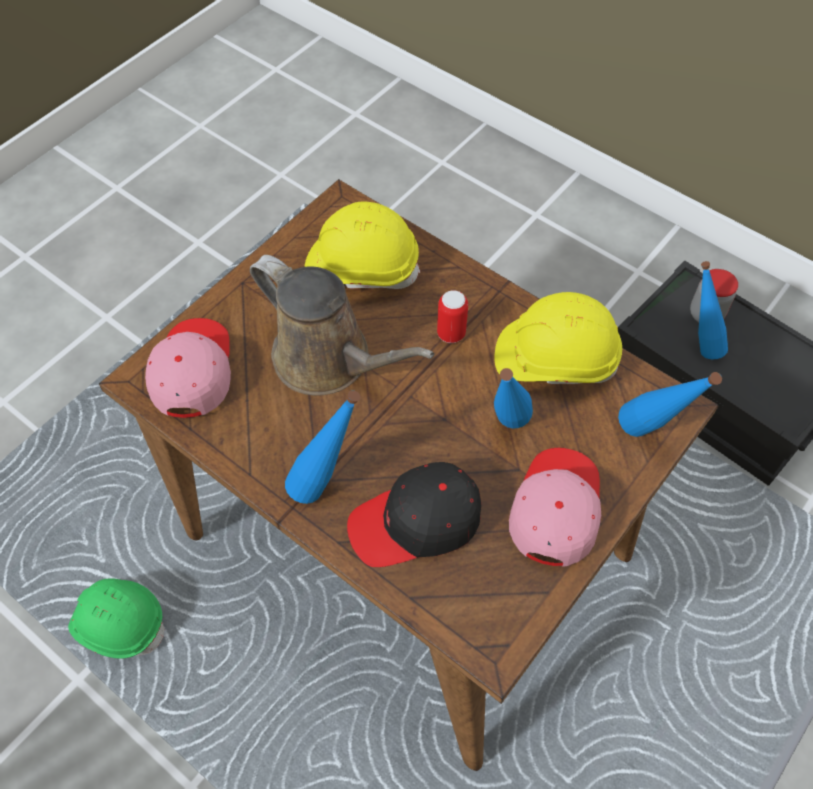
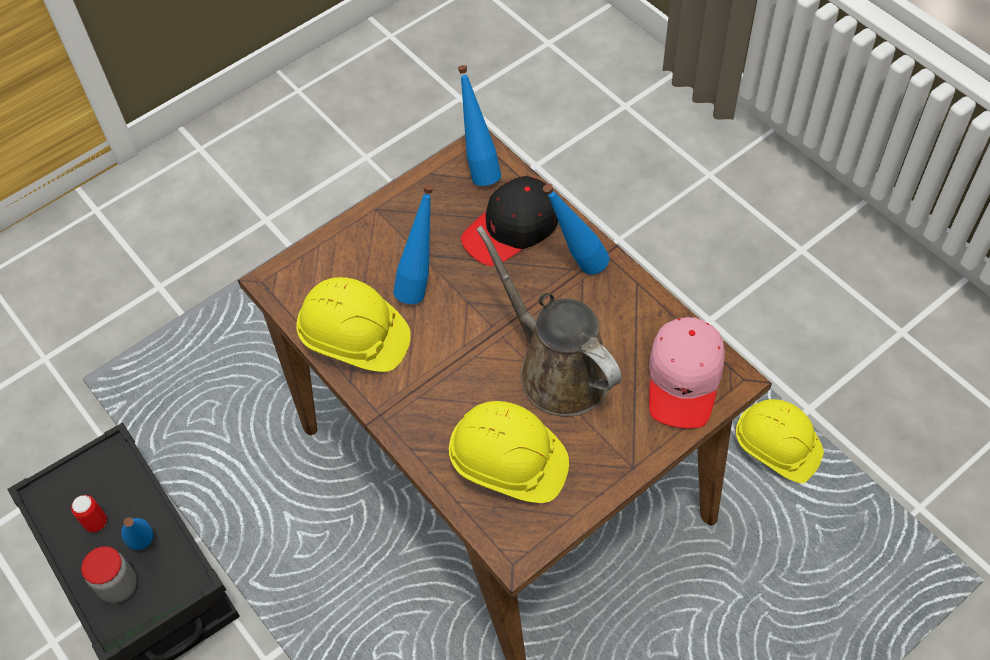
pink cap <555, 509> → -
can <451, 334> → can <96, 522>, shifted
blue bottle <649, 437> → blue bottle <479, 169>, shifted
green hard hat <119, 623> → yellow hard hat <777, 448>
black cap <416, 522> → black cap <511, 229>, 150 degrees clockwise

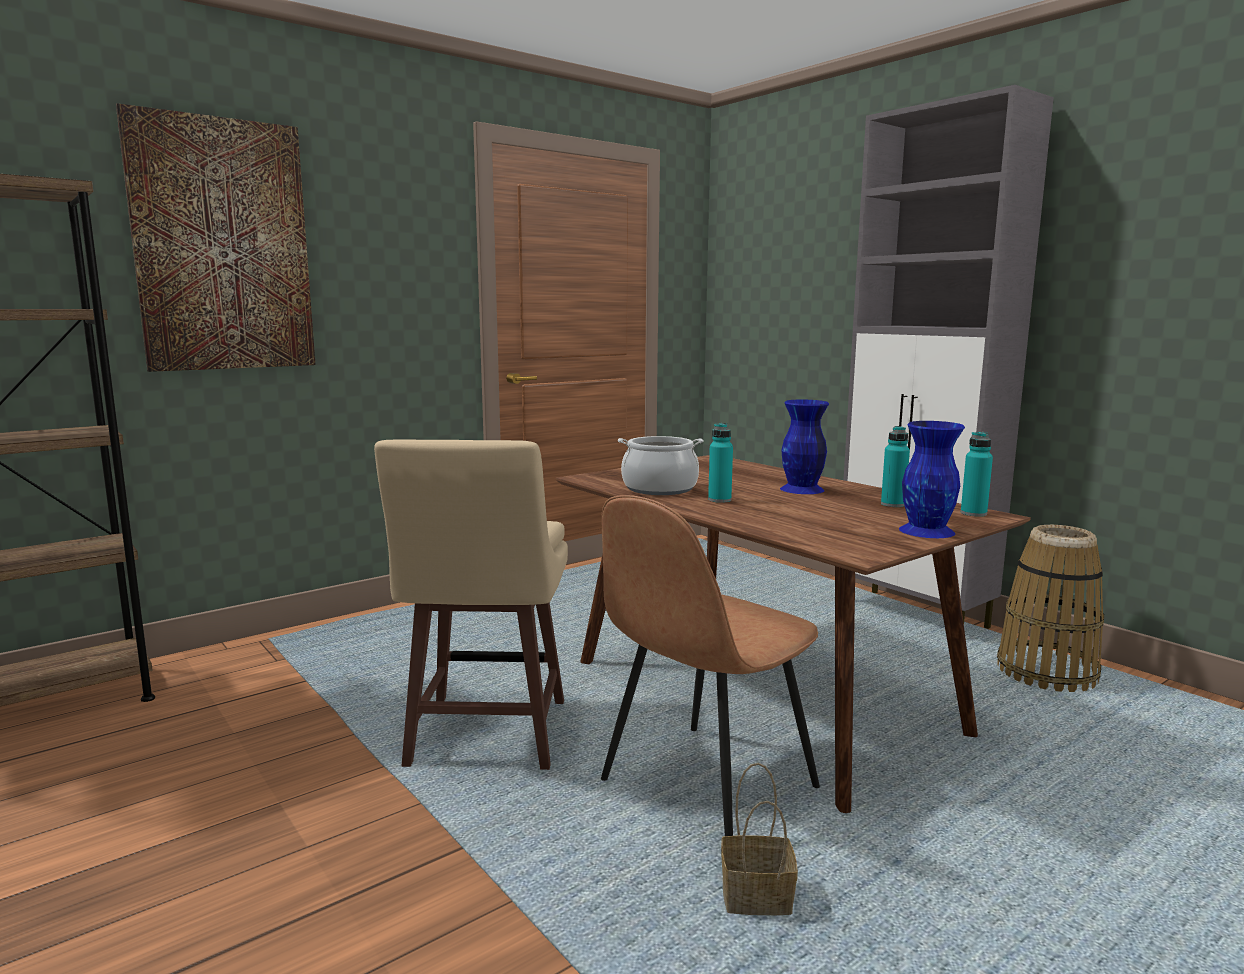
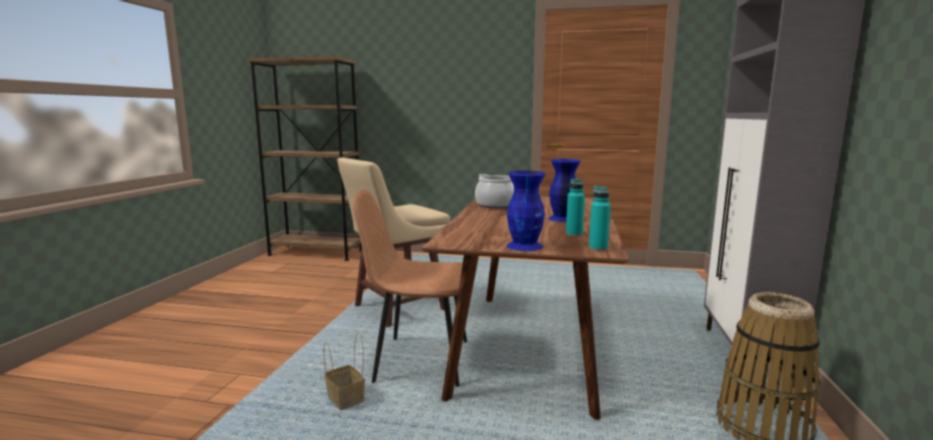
picture <223, 246> → -
turquoise bottle <719, 500> → -

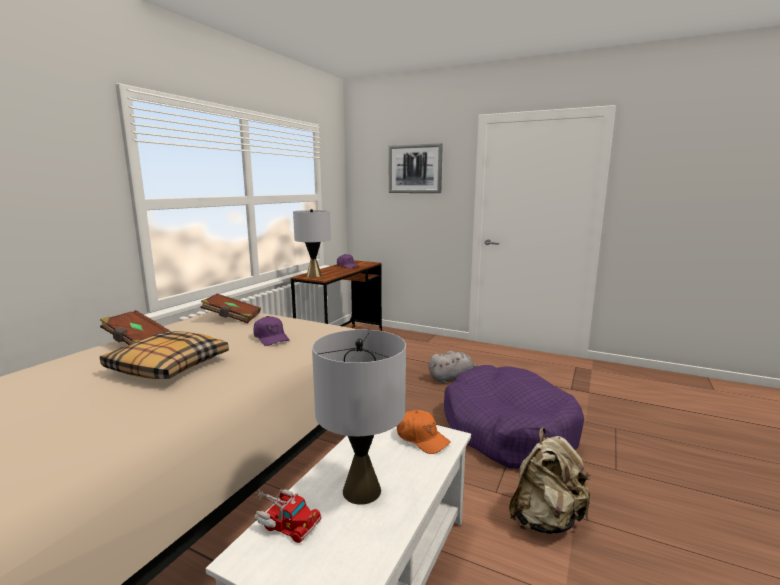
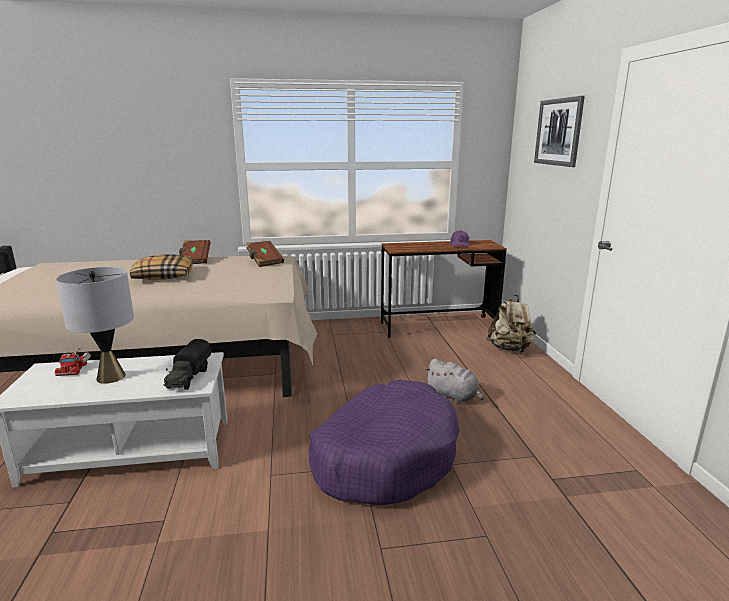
purple cap <271, 338> → -
grey table lamp <314, 275> → -
beige backpack <545, 519> → beige backpack <510, 349>, shifted
orange cap <422, 438> → toy truck <188, 377>

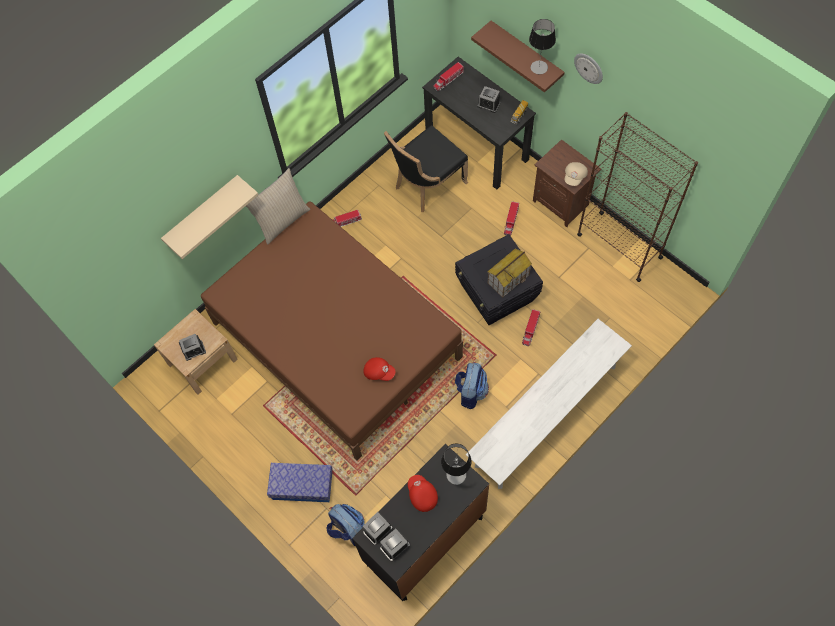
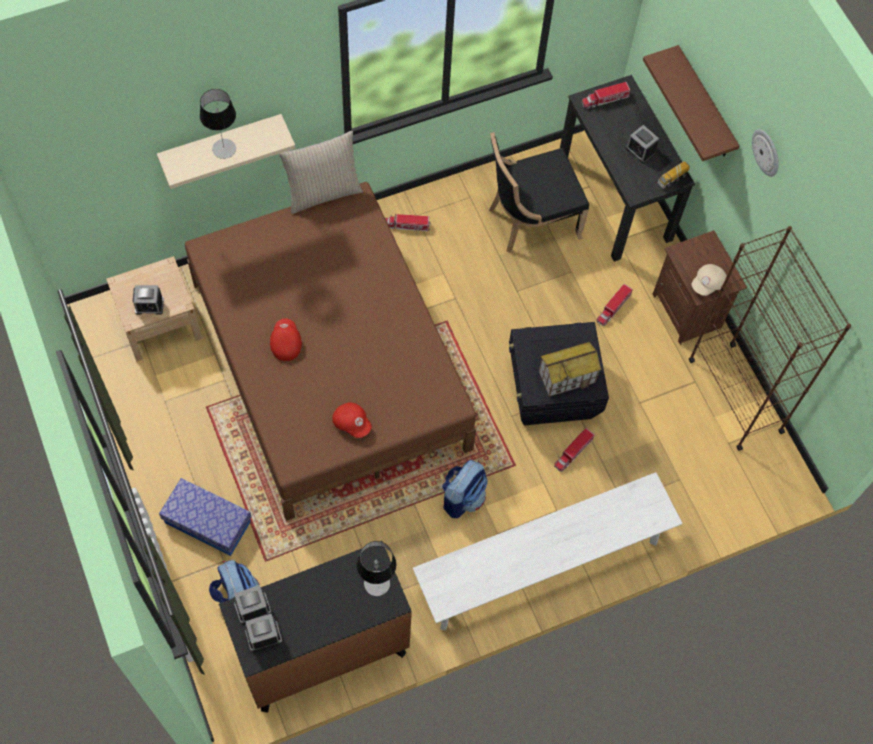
red cap <421, 495> → red cap <285, 343>, shifted
table lamp <539, 67> → table lamp <224, 148>, shifted

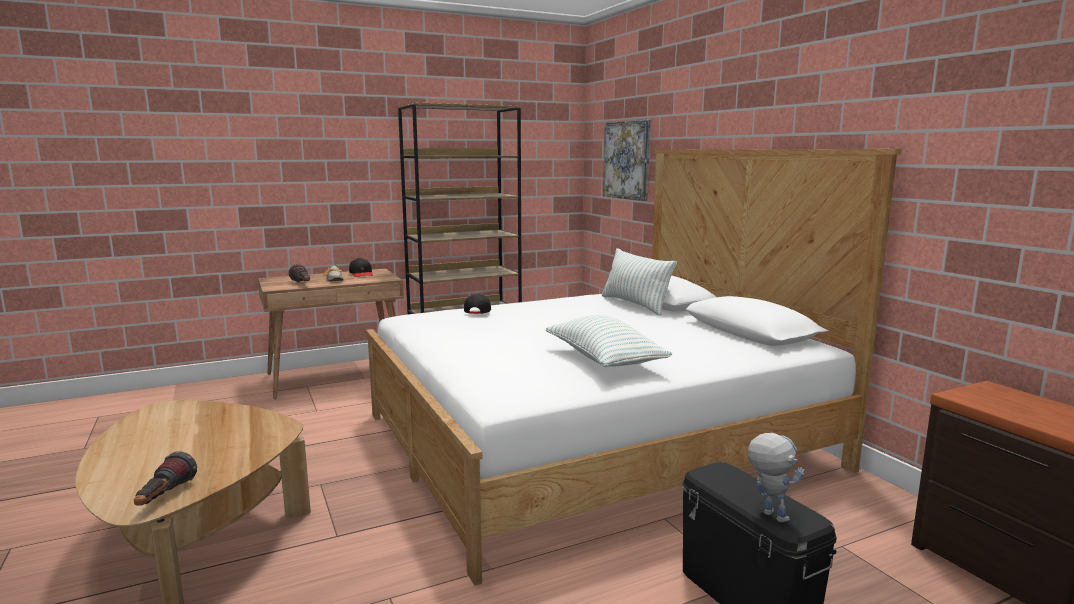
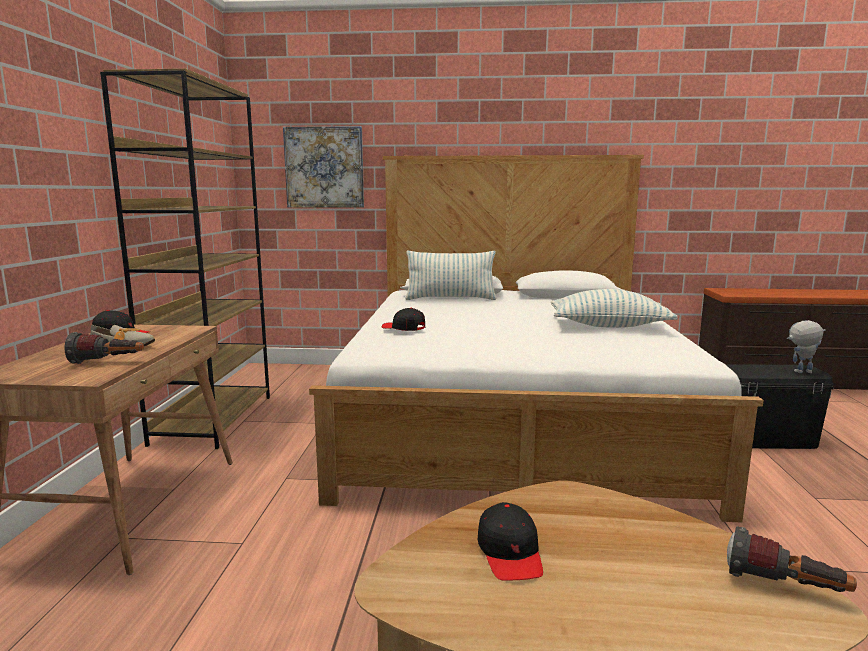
- → black cap <510, 553>

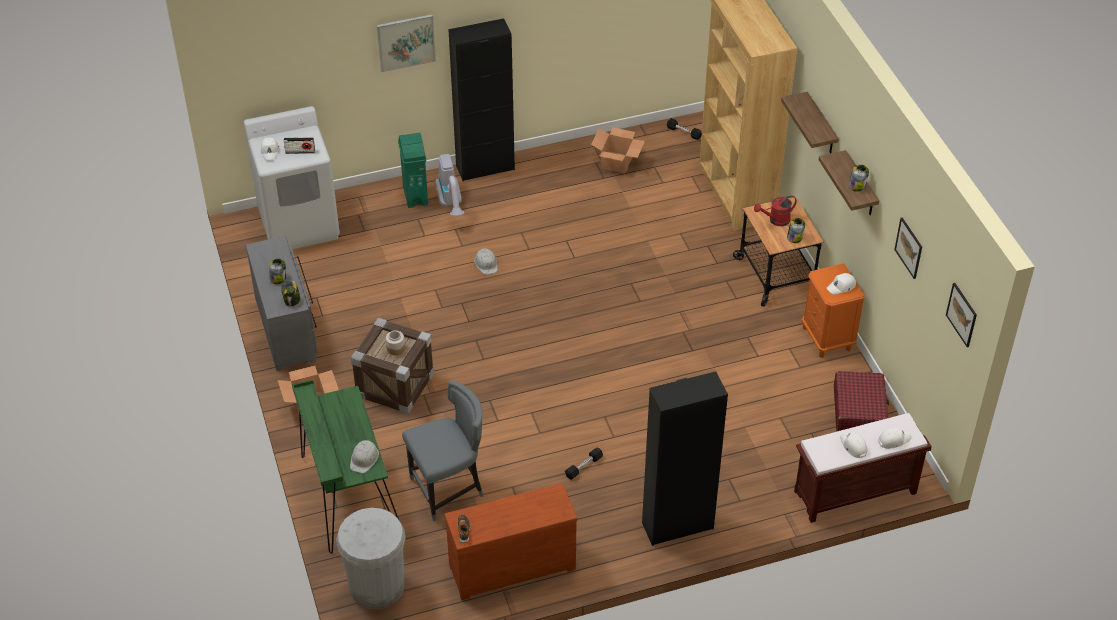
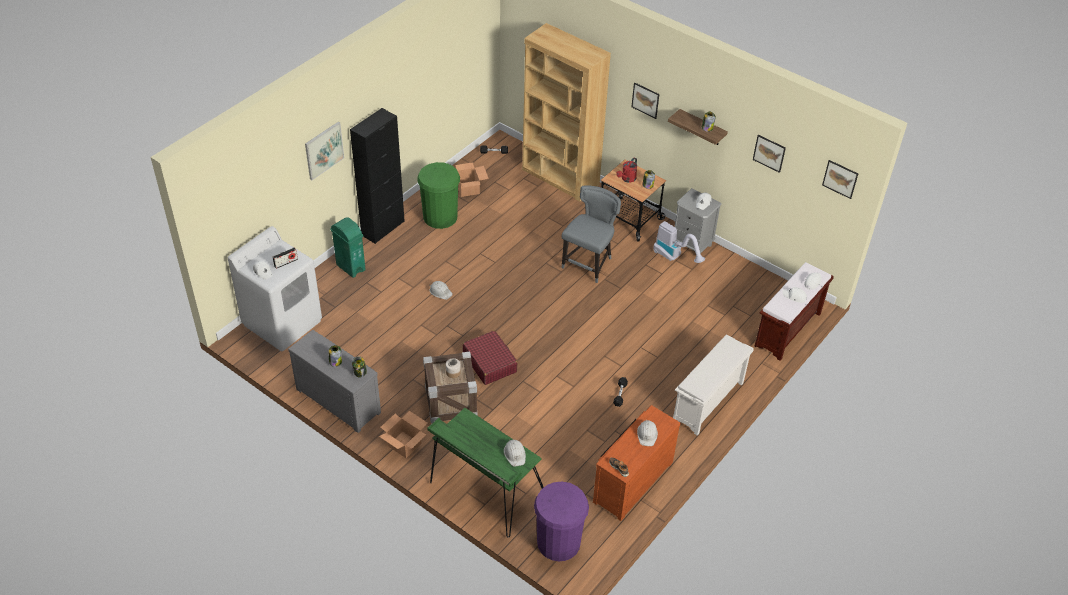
- → green trash can <440, 217>
- → white hard hat <647, 434>
grey chair <449, 489> → grey chair <589, 263>, shifted
vacuum cleaner <451, 204> → vacuum cleaner <675, 257>, shifted
red suitcase <859, 410> → red suitcase <489, 363>, shifted
black cabinet <677, 526> → white shoe rack <708, 402>
shelf <821, 125> → picture <645, 100>
white trash can <377, 586> → purple trash can <558, 542>
orange nightstand <827, 338> → grey nightstand <692, 244>

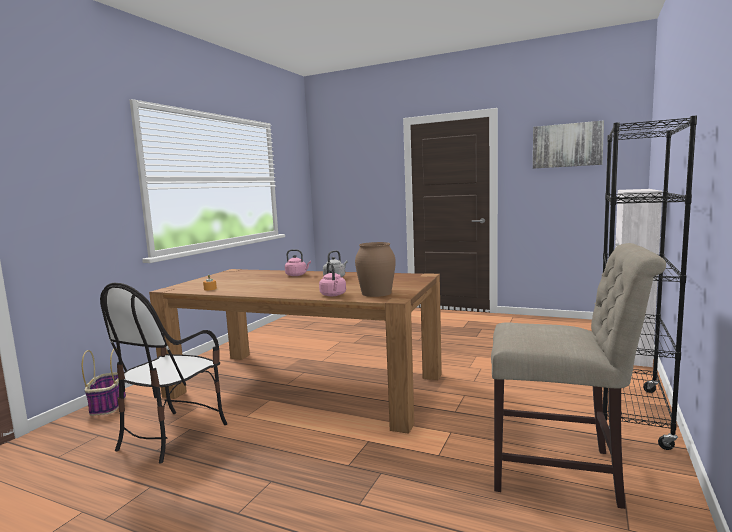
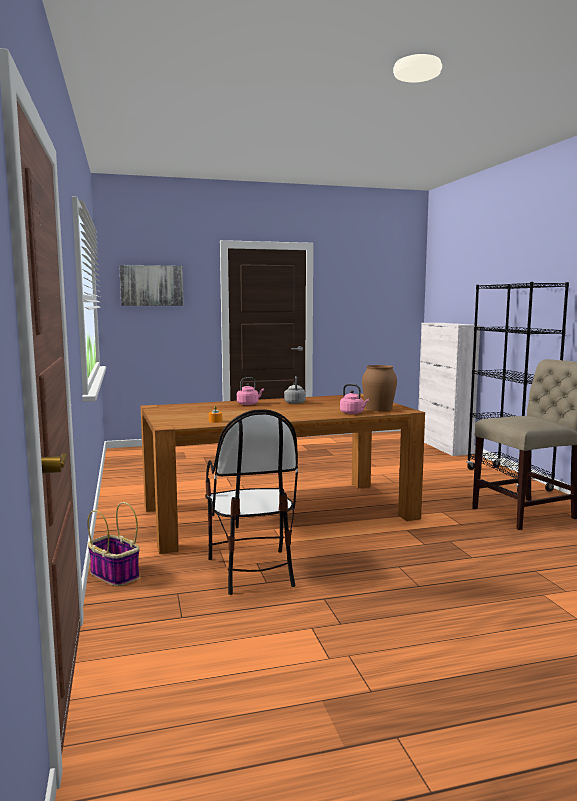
picture <567, 145> → picture <151, 285>, shifted

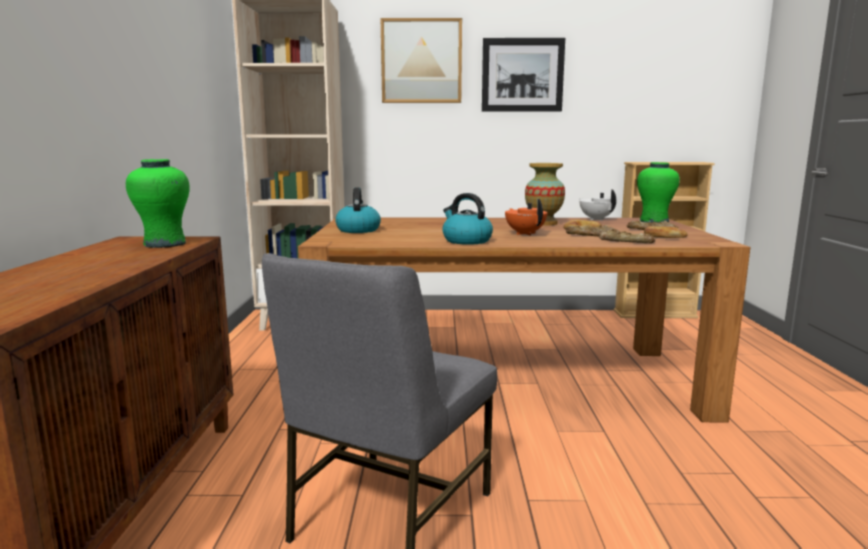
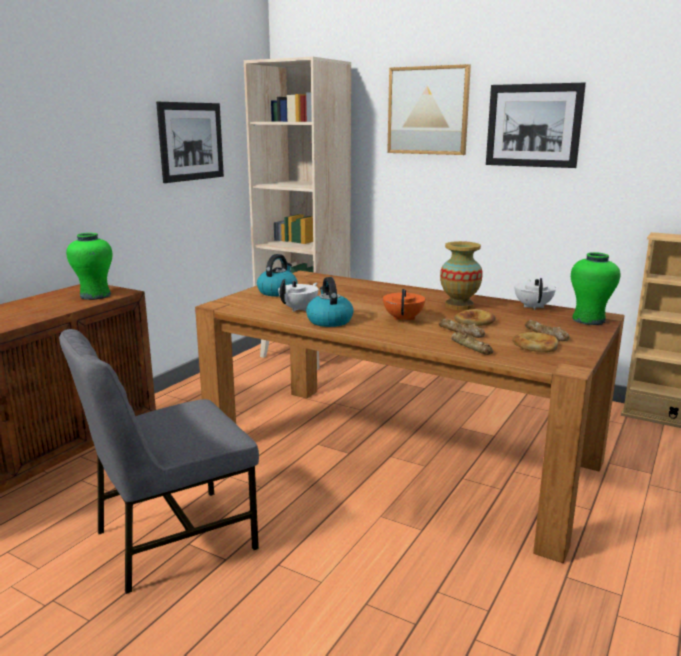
- → picture <191, 141>
- → white teapot <299, 309>

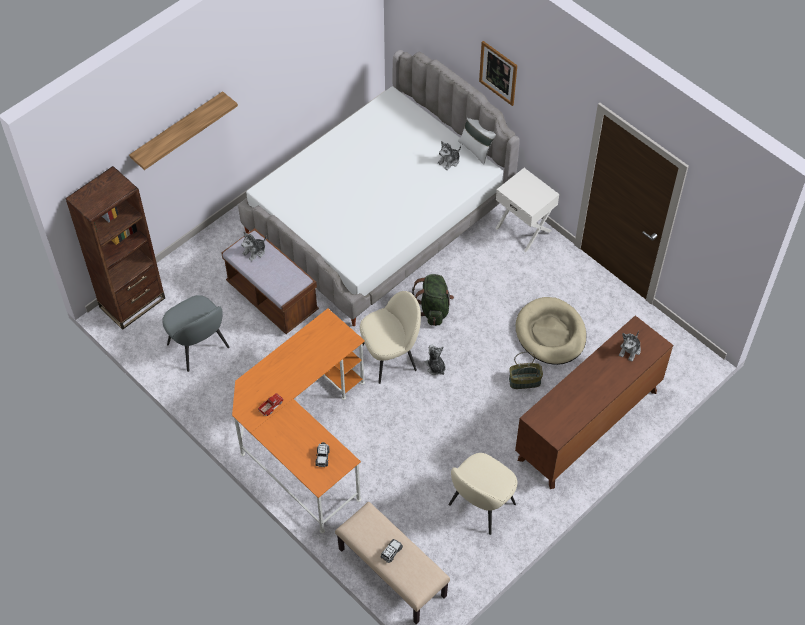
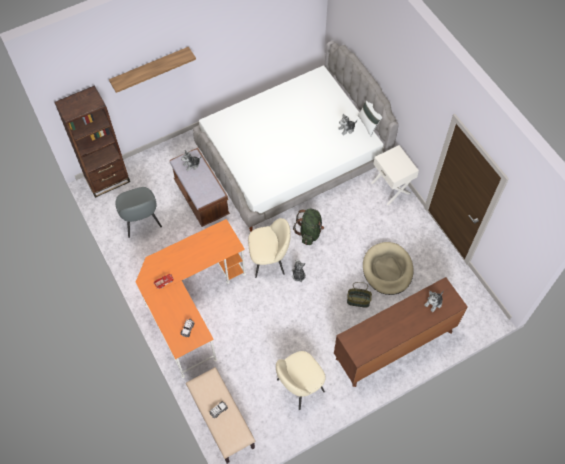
picture <498, 73> → -

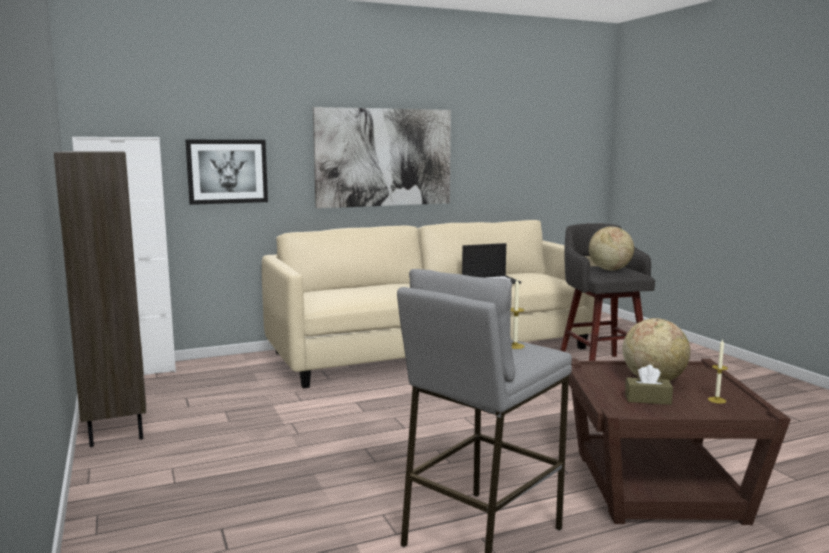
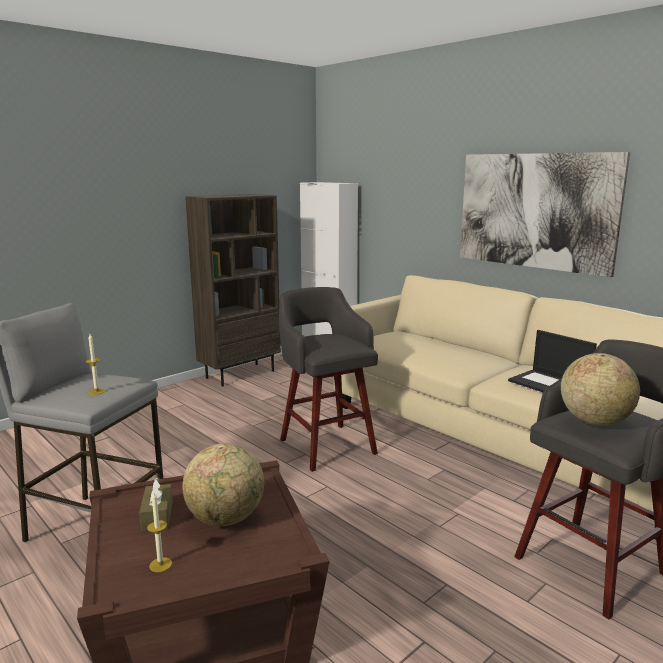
picture <227, 171> → -
- → grey stool <326, 445>

